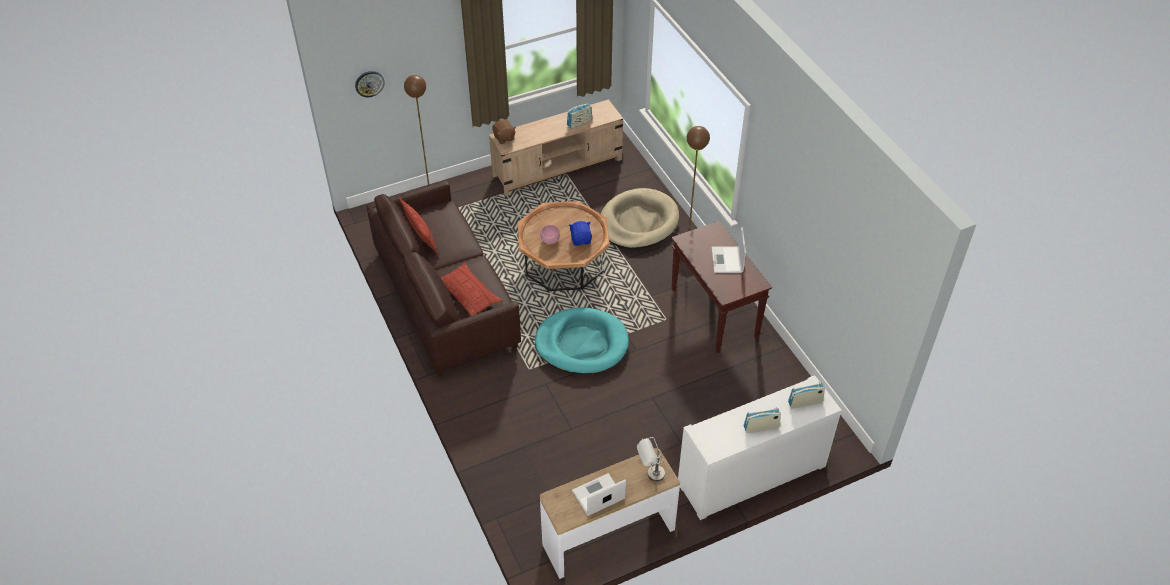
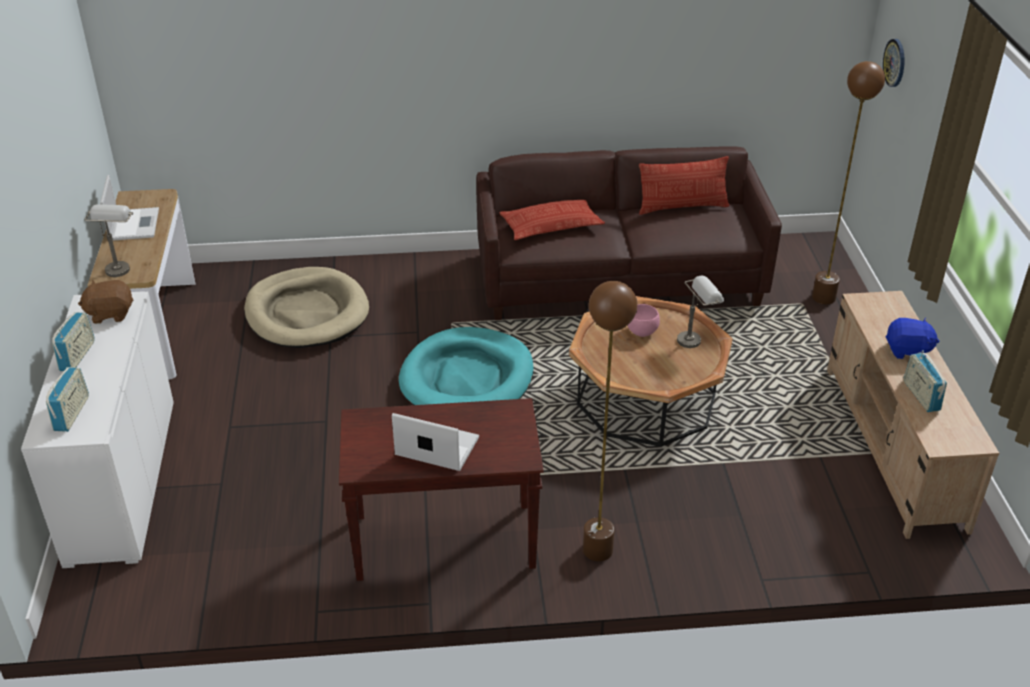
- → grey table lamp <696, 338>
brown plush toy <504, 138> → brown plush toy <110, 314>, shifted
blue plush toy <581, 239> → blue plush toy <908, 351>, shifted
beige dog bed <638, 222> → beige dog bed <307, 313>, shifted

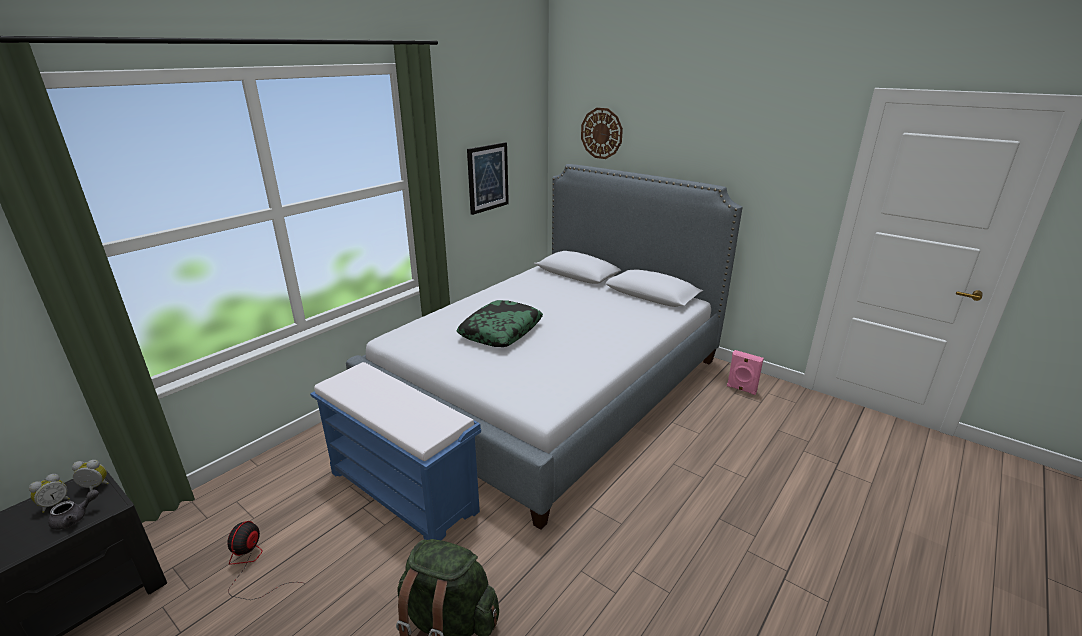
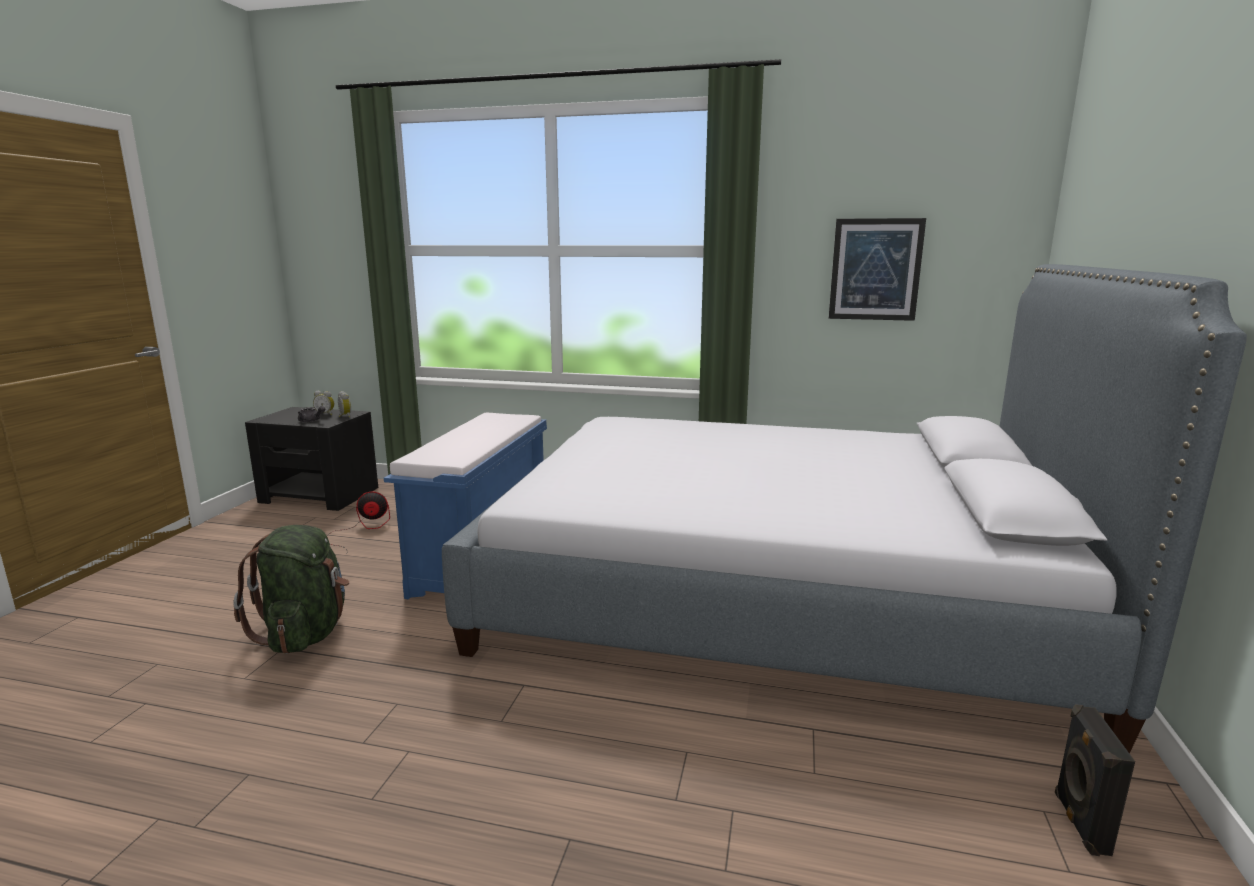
pillow <501, 331> → -
wall clock <601, 133> → -
pink speaker <741, 389> → black speaker <1079, 823>

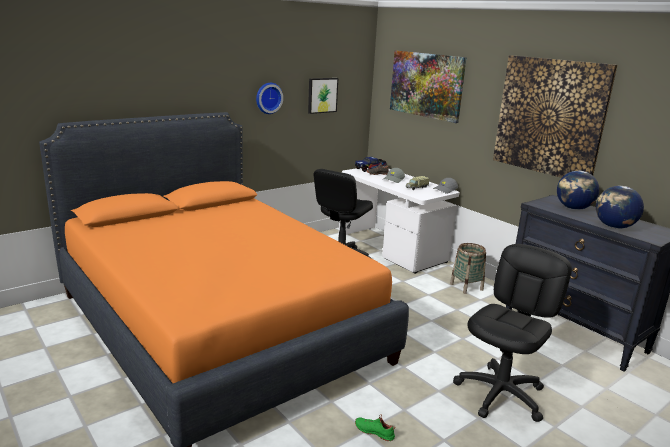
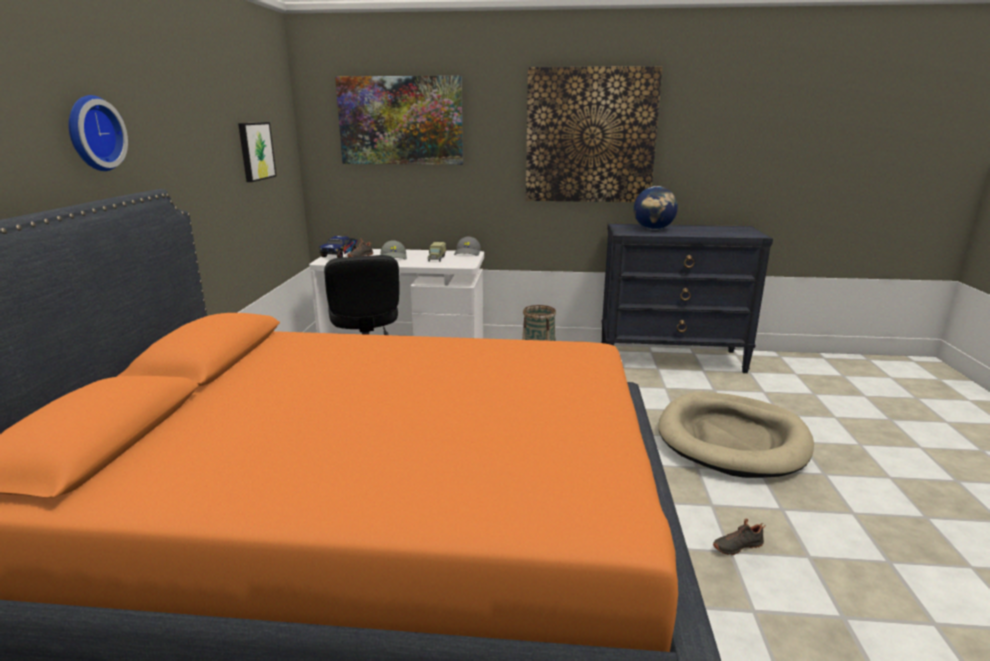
globe <614, 227> → -
wall clock <268, 98> → wall clock <92, 133>, shifted
black office chair <501, 394> → beige dog bed <732, 439>
green shoe <374, 431> → black shoe <736, 545>

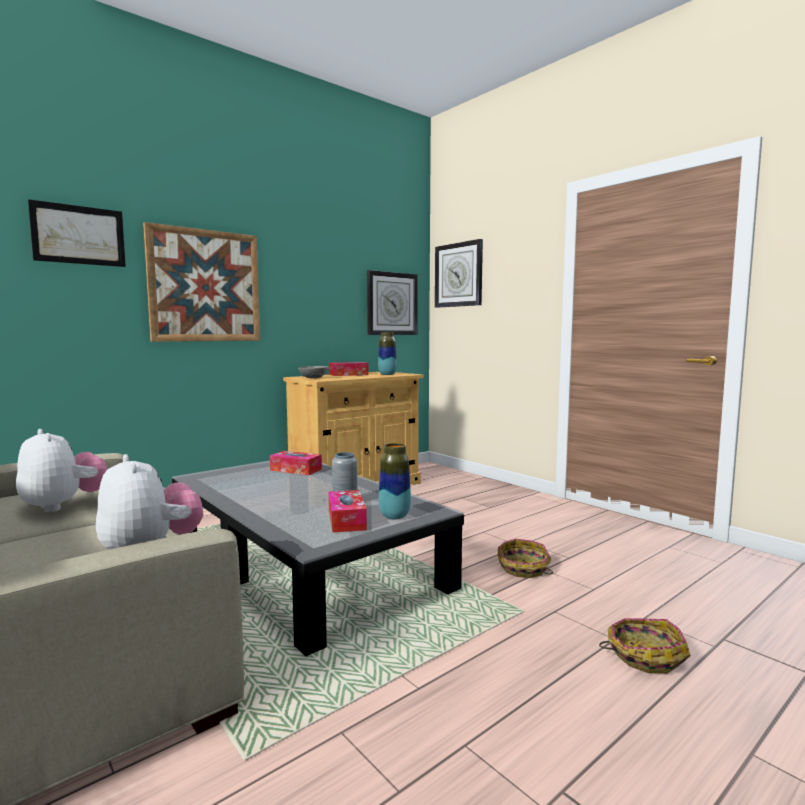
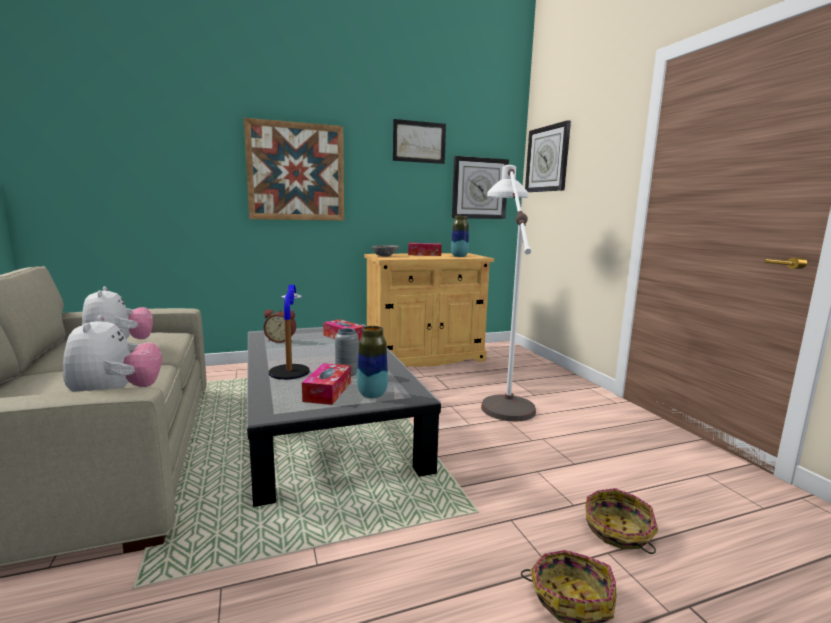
- → alarm clock <281, 340>
- → table lamp <291, 365>
- → white floor lamp <502, 394>
picture <79, 235> → picture <419, 142>, shifted
basket <523, 569> → basket <618, 532>, shifted

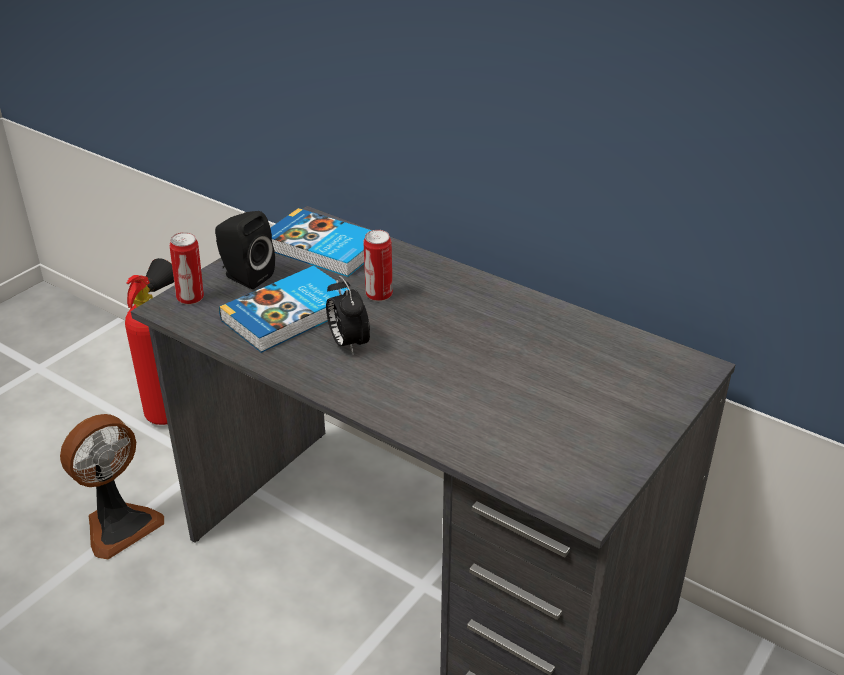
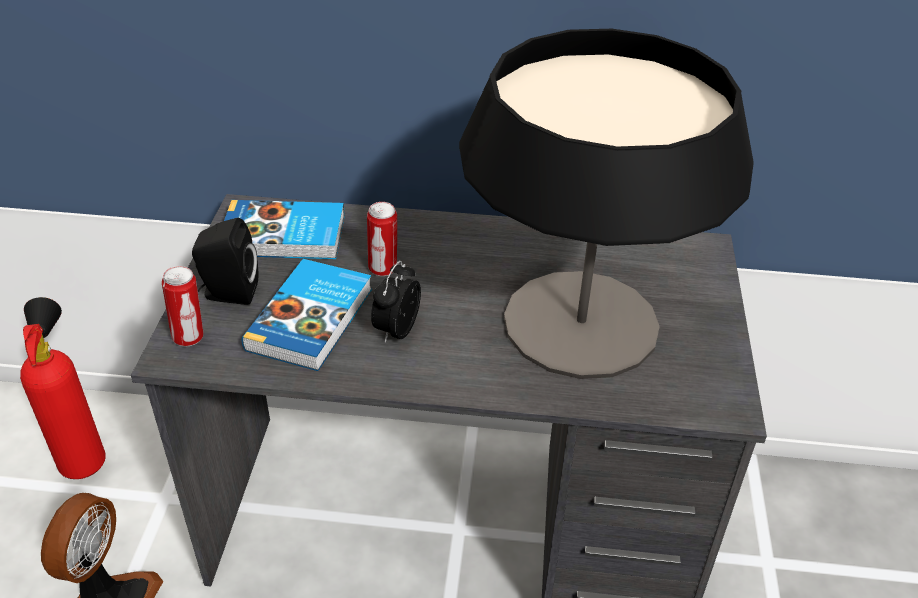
- → table lamp <581, 323>
alarm clock <348, 343> → alarm clock <396, 330>, 75 degrees clockwise

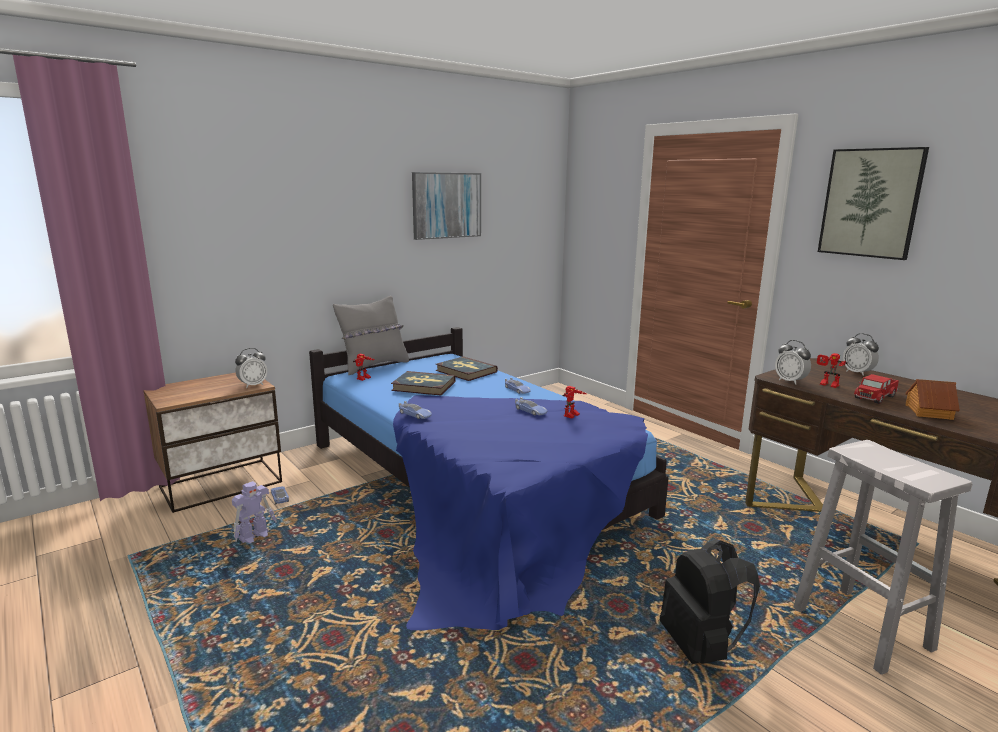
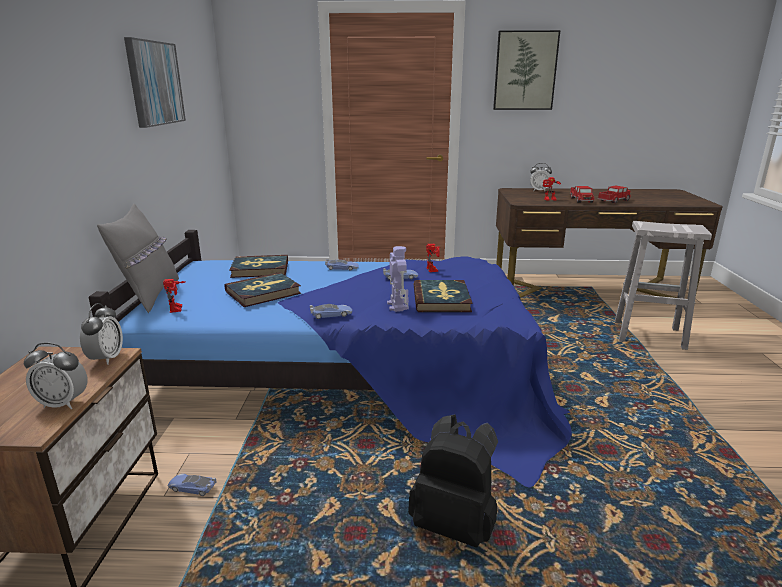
- → book <441, 299>
toy robot <255, 537> → toy robot <397, 305>, shifted
black backpack <701, 647> → black backpack <455, 524>, shifted
alarm clock <790, 381> → alarm clock <63, 403>, shifted
toy house <928, 412> → toy truck <613, 201>

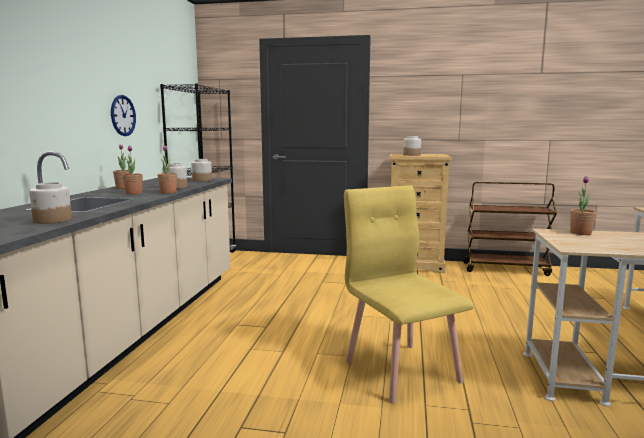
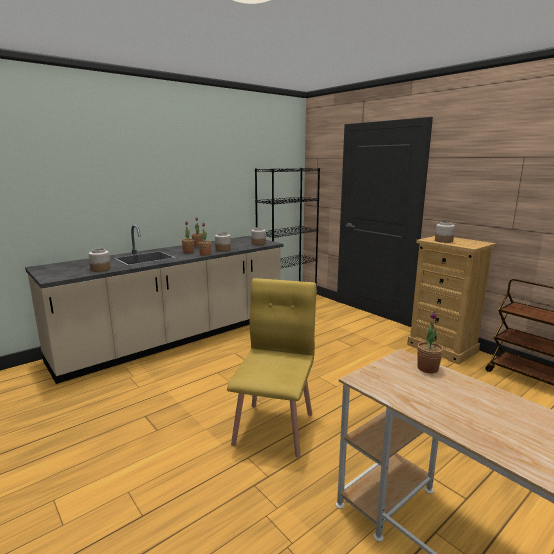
wall clock <123, 115> → -

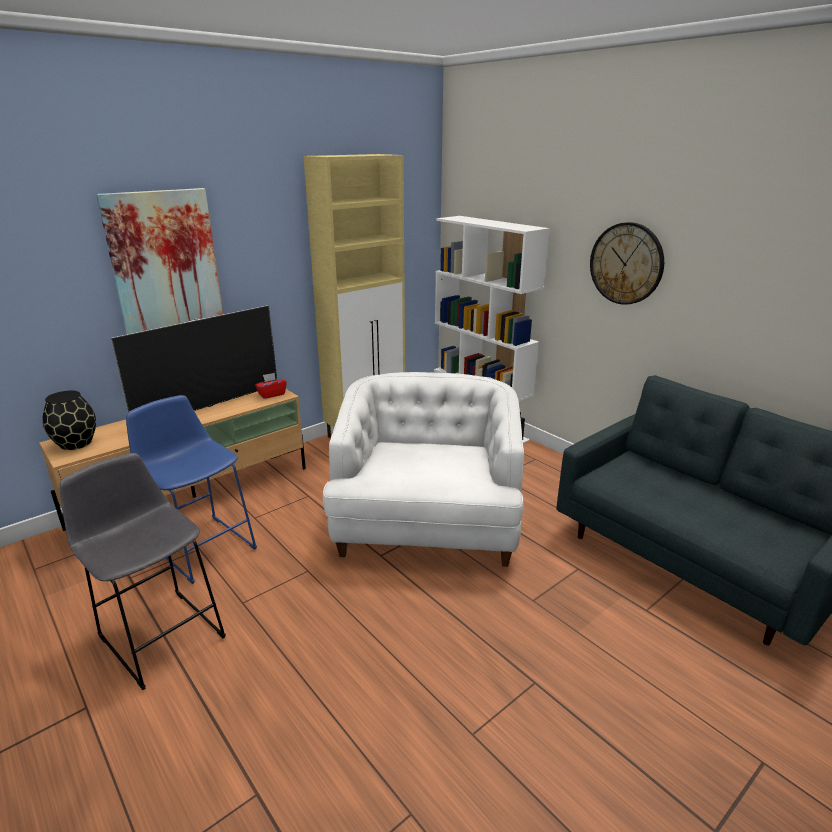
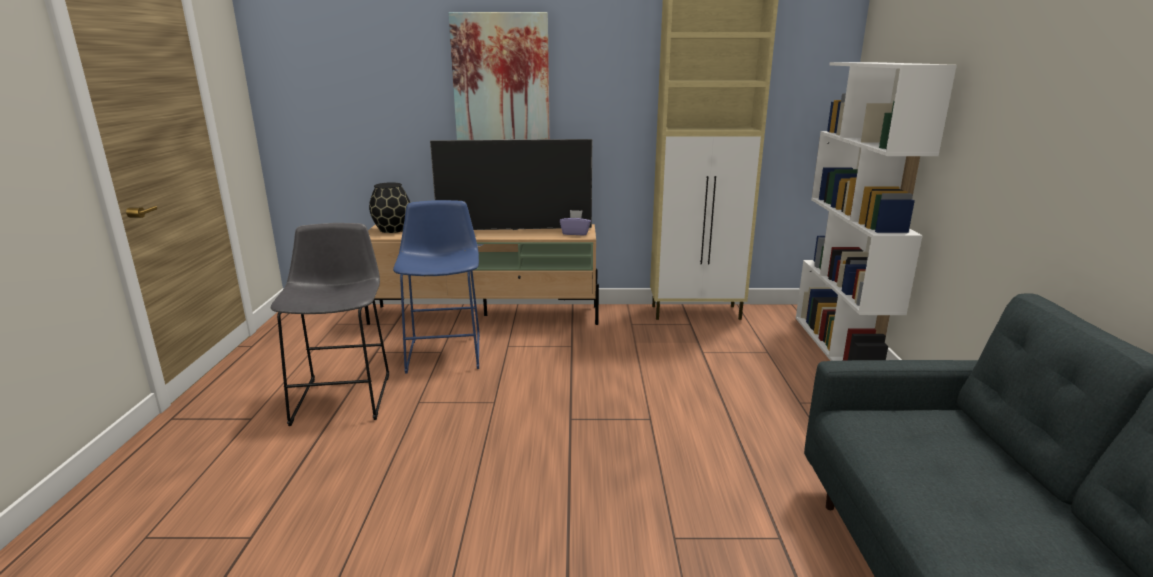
white armchair <426, 524> → -
wall clock <626, 263> → -
red tissue box <271, 394> → purple tissue box <575, 233>

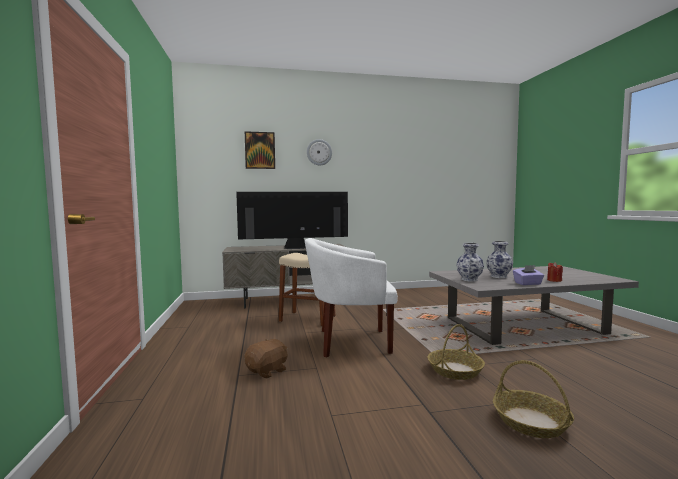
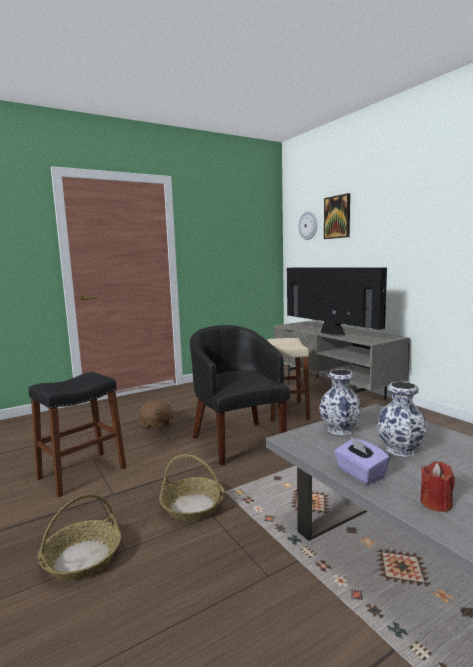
- → black stool <82, 473>
wall clock <319, 152> → wall clock <308, 225>, shifted
white armchair <350, 342> → black armchair <237, 441>

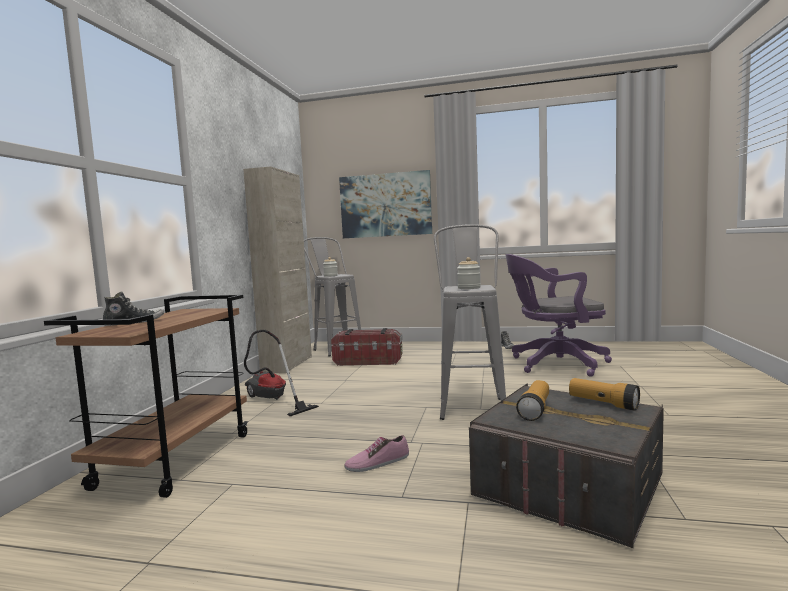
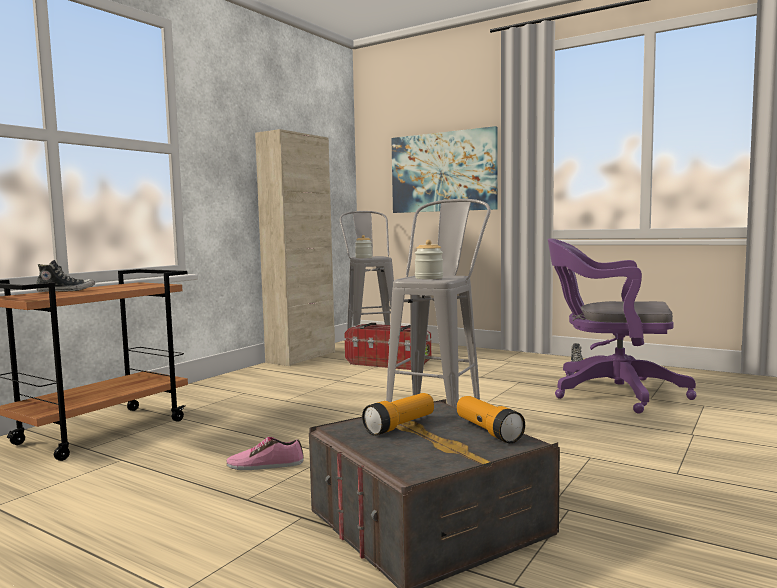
vacuum cleaner <272, 400> → -

